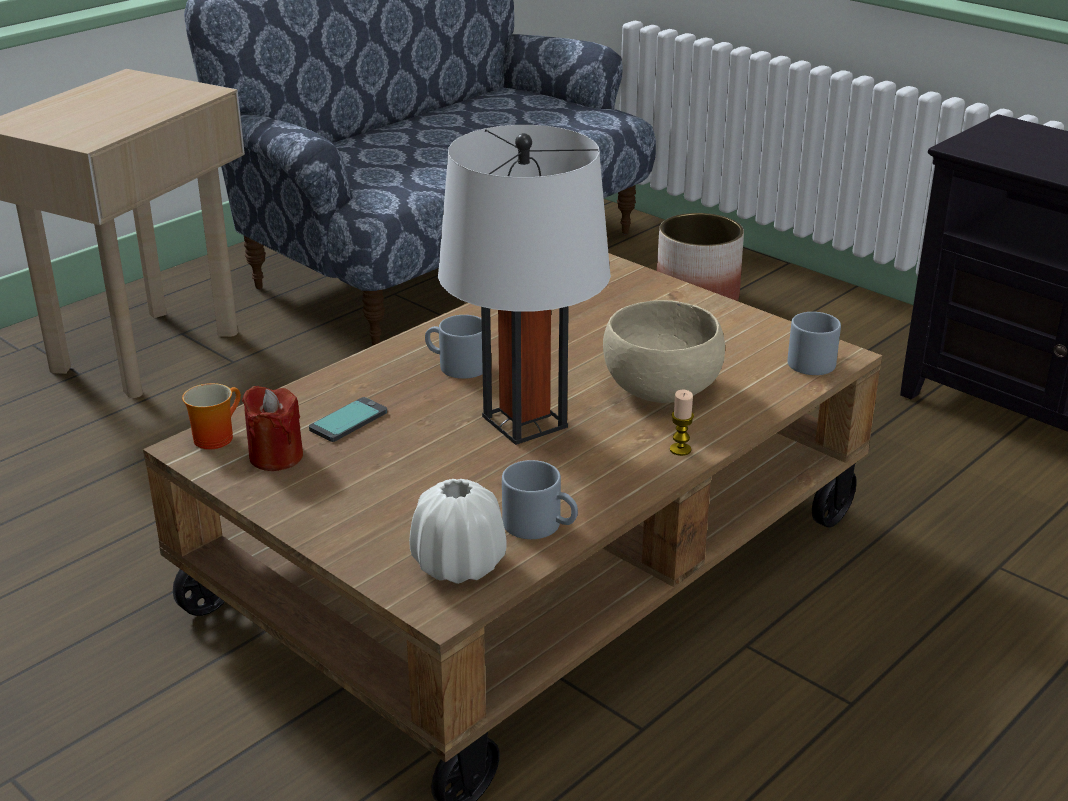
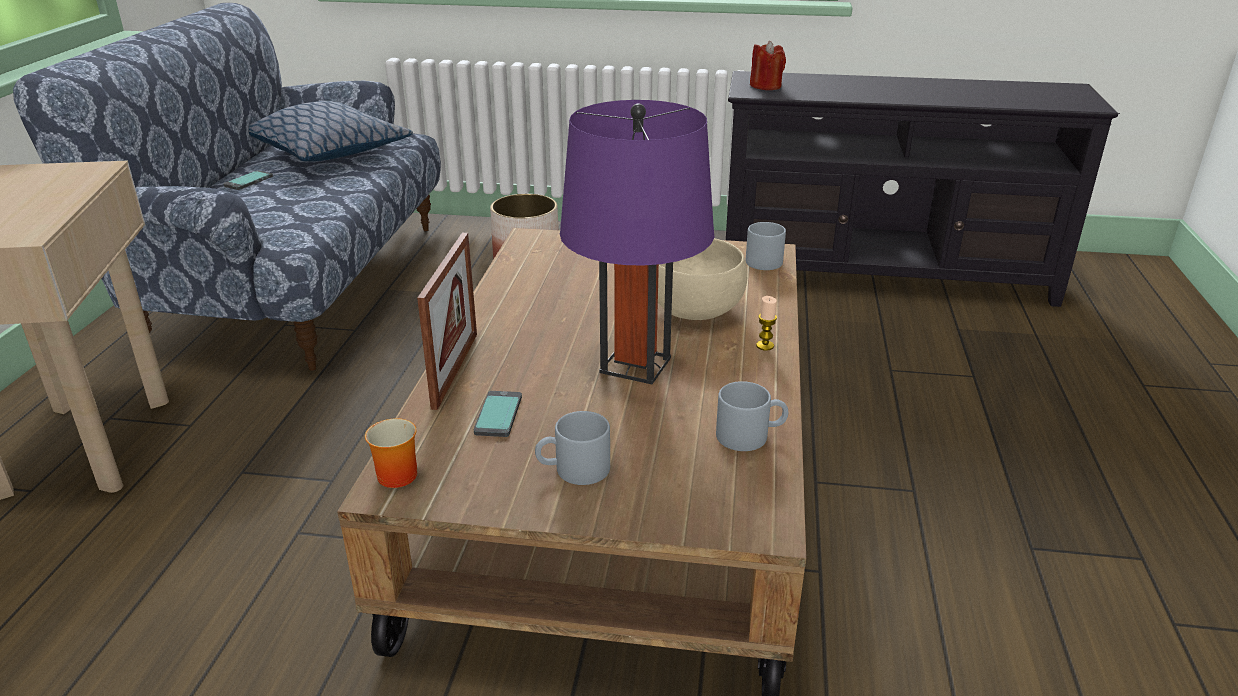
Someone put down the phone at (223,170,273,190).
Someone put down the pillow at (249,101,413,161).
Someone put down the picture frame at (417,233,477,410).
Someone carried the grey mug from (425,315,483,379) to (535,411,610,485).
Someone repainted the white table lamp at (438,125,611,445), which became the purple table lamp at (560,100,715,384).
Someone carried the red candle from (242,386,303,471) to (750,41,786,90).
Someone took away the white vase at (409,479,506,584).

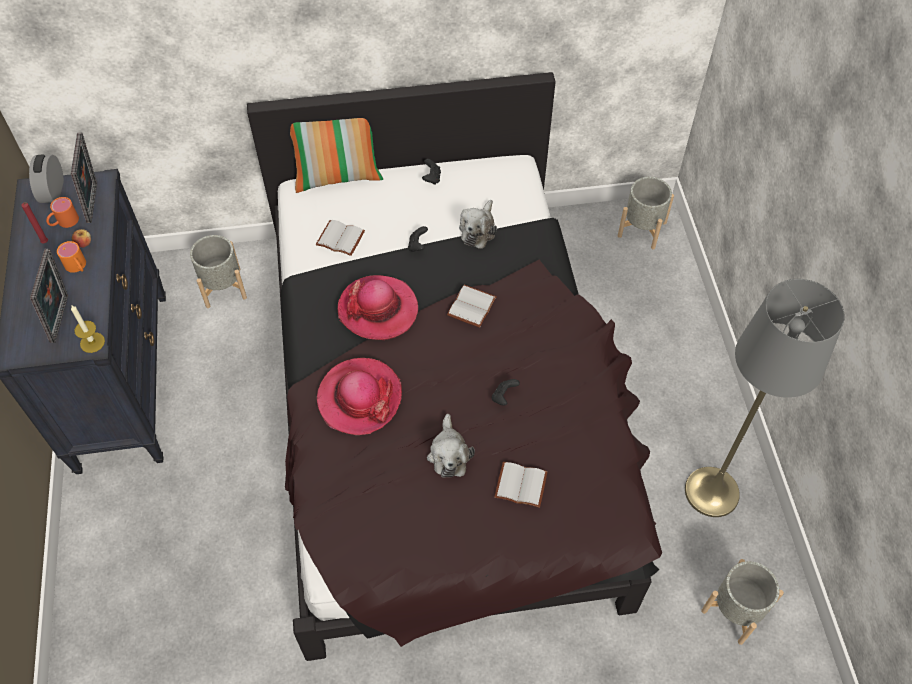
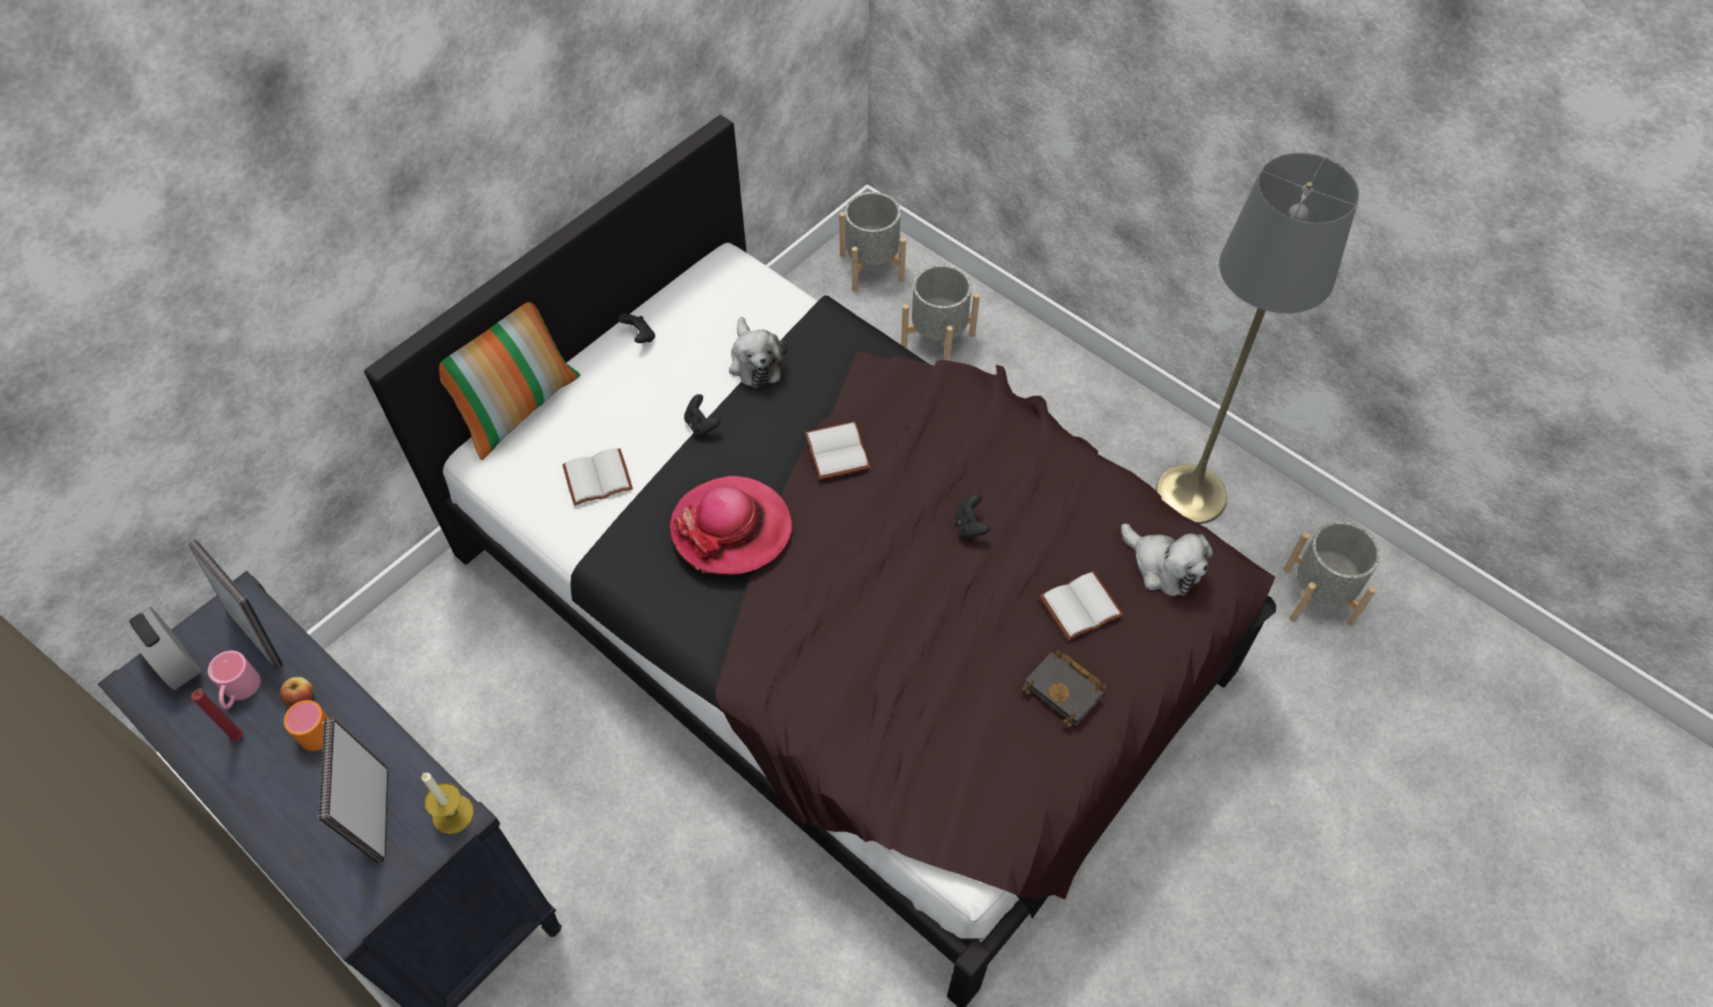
Someone repainted the orange mug at (46,197,79,228), which became the pink mug at (208,651,261,709).
Someone rotated the picture frame at (30,249,68,343) by 150 degrees counterclockwise.
Someone carried the grey planter from (190,235,247,308) to (901,265,980,361).
Someone put down the black book at (1022,650,1106,727).
Someone carried the plush toy from (427,414,475,478) to (1121,523,1213,596).
Someone took away the hat at (317,358,402,435).

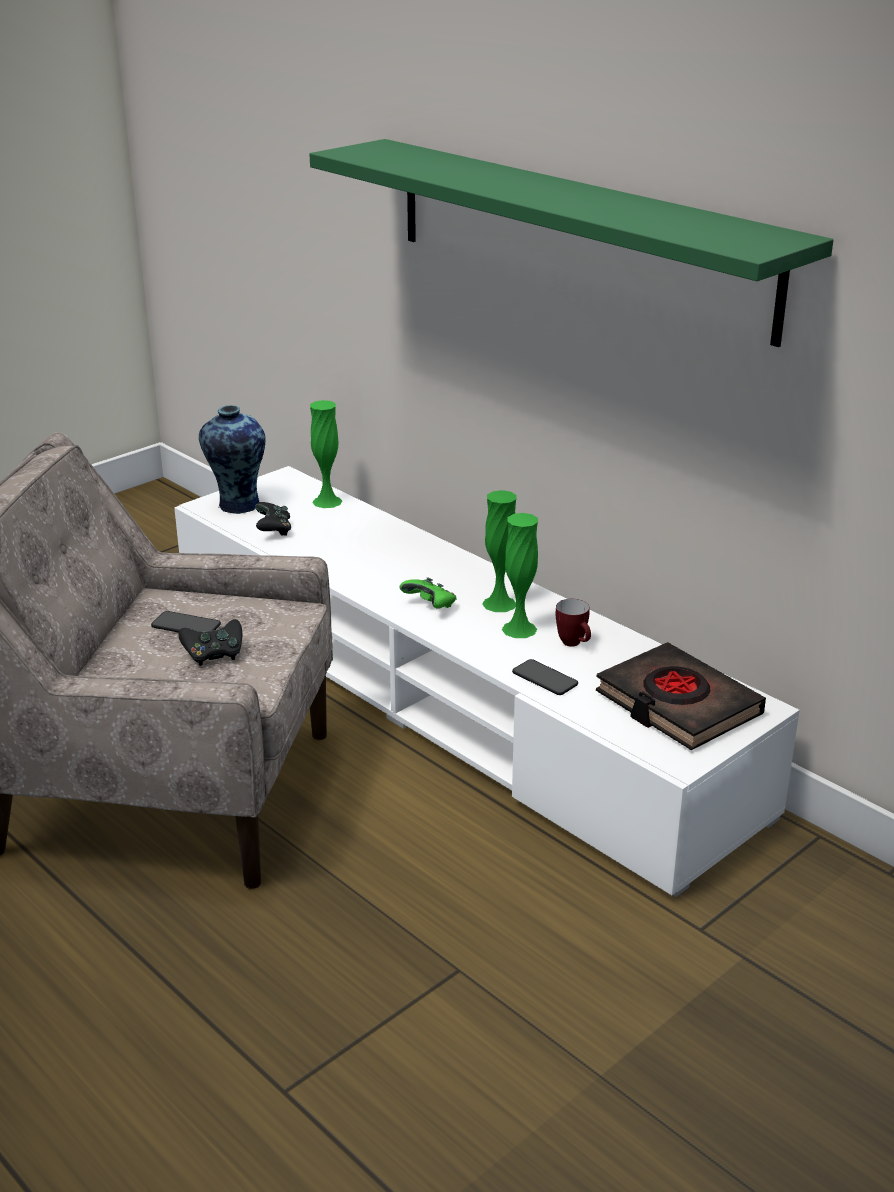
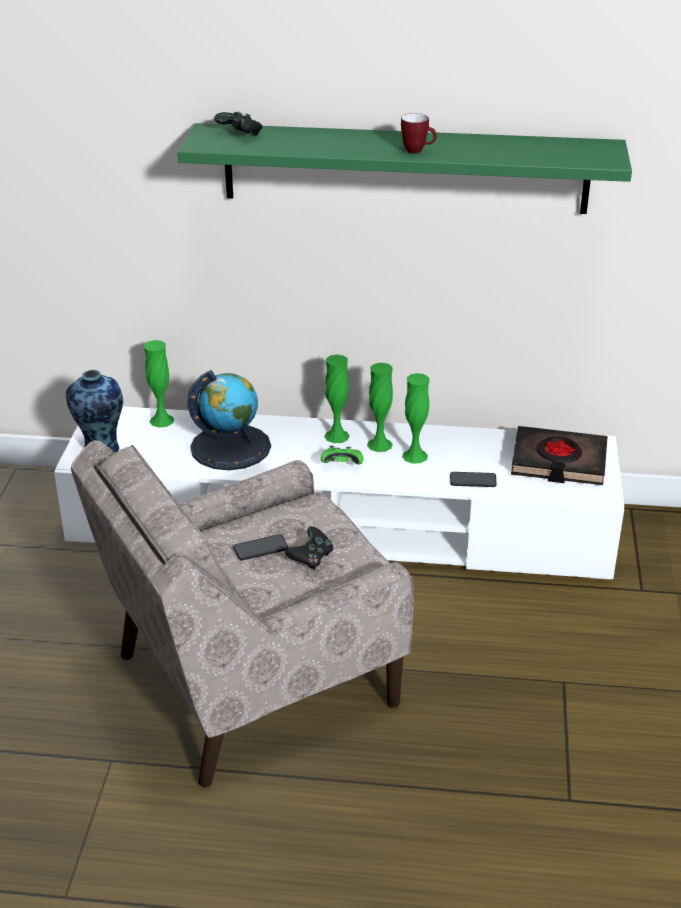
Someone put down the globe at (187,370,271,470).
Someone carried the black game controller from (255,502,291,536) to (214,112,263,136).
Someone put down the green vase at (324,355,350,443).
Someone carried the mug from (556,599,591,647) to (401,113,437,154).

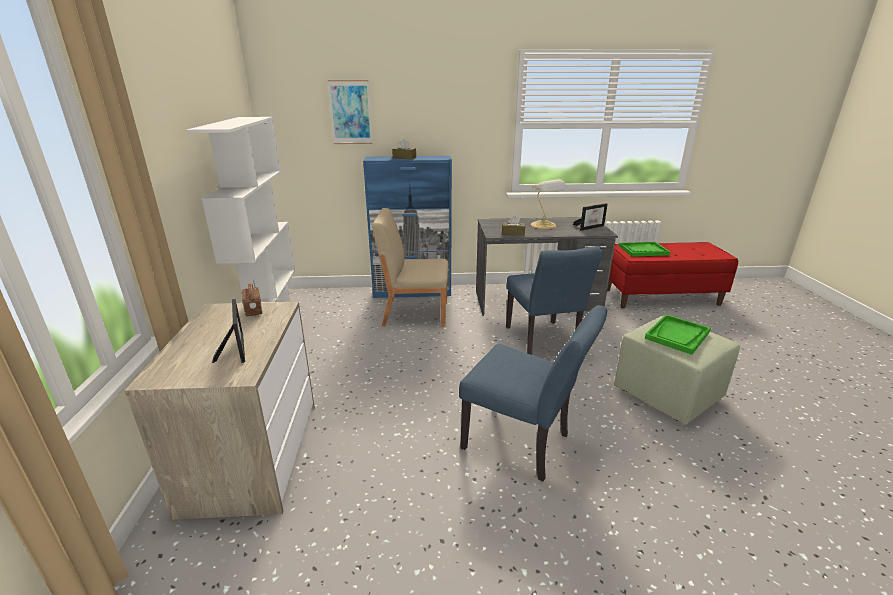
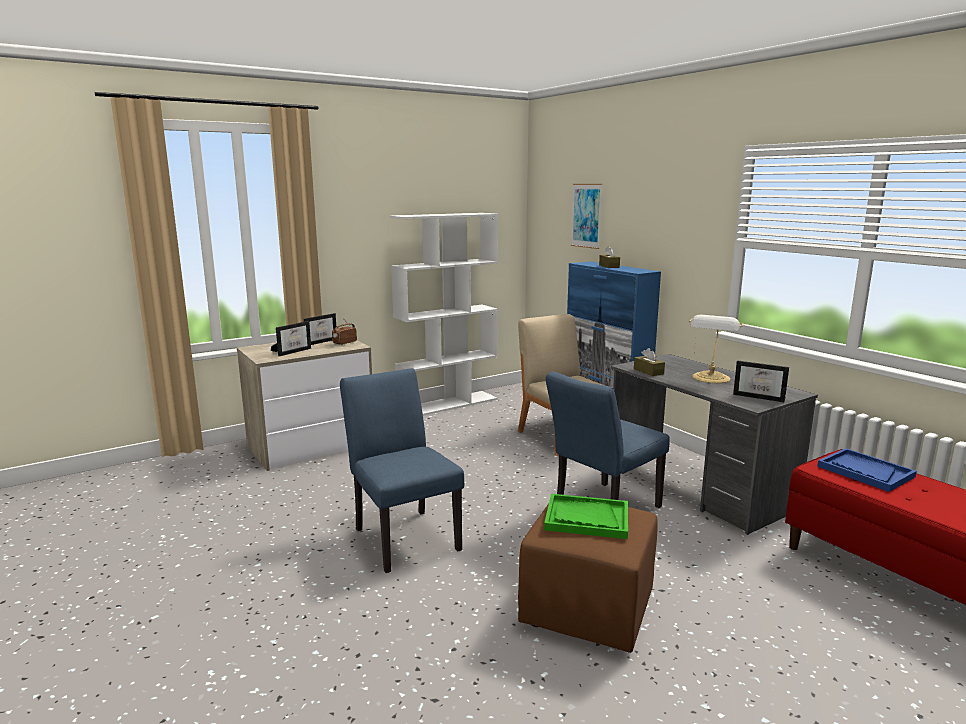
Someone put down the picture frame at (304,313,336,345).
Someone rotated the blue chair at (459,305,607,481) by 150 degrees clockwise.
Someone repainted the green ottoman at (614,316,740,425), which became the brown ottoman at (518,504,658,653).
Someone repainted the green tray at (619,242,670,257), which became the blue tray at (817,448,917,492).

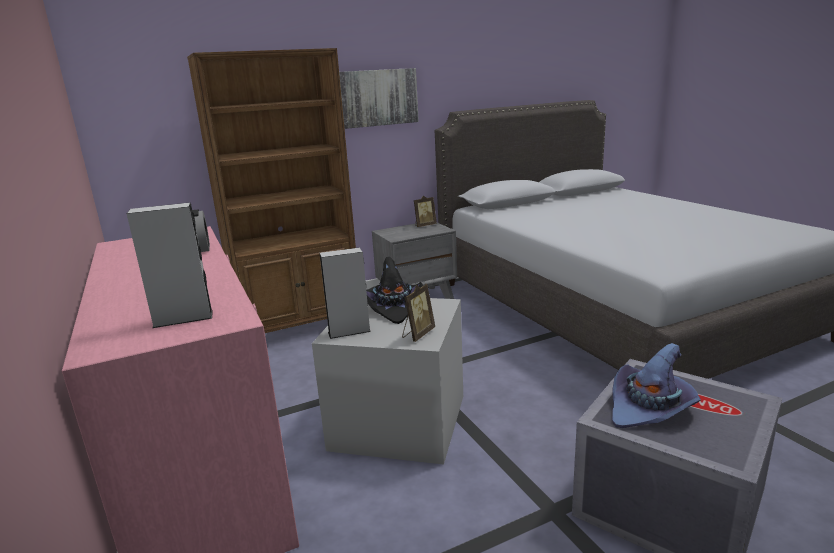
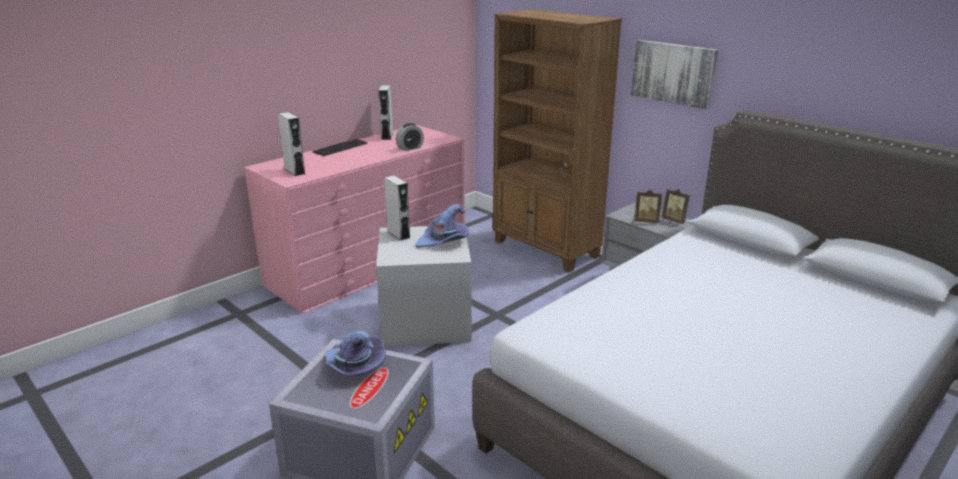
Someone put down the keyboard at (312,139,368,156).
Someone put down the grey speaker at (378,85,393,140).
Someone repainted the black hat at (366,257,423,324), which became the purple hat at (415,204,469,248).
Someone carried the picture frame from (402,284,435,342) to (634,190,662,223).

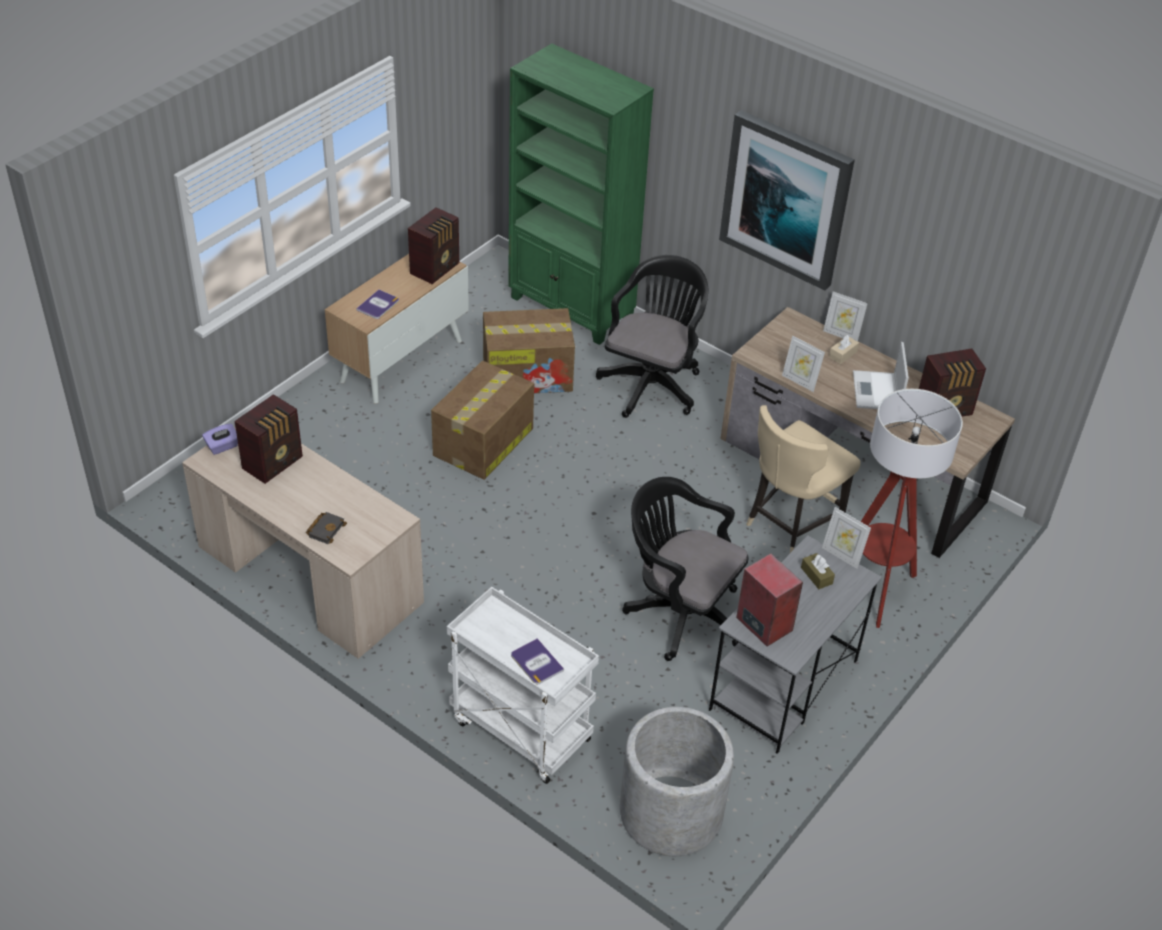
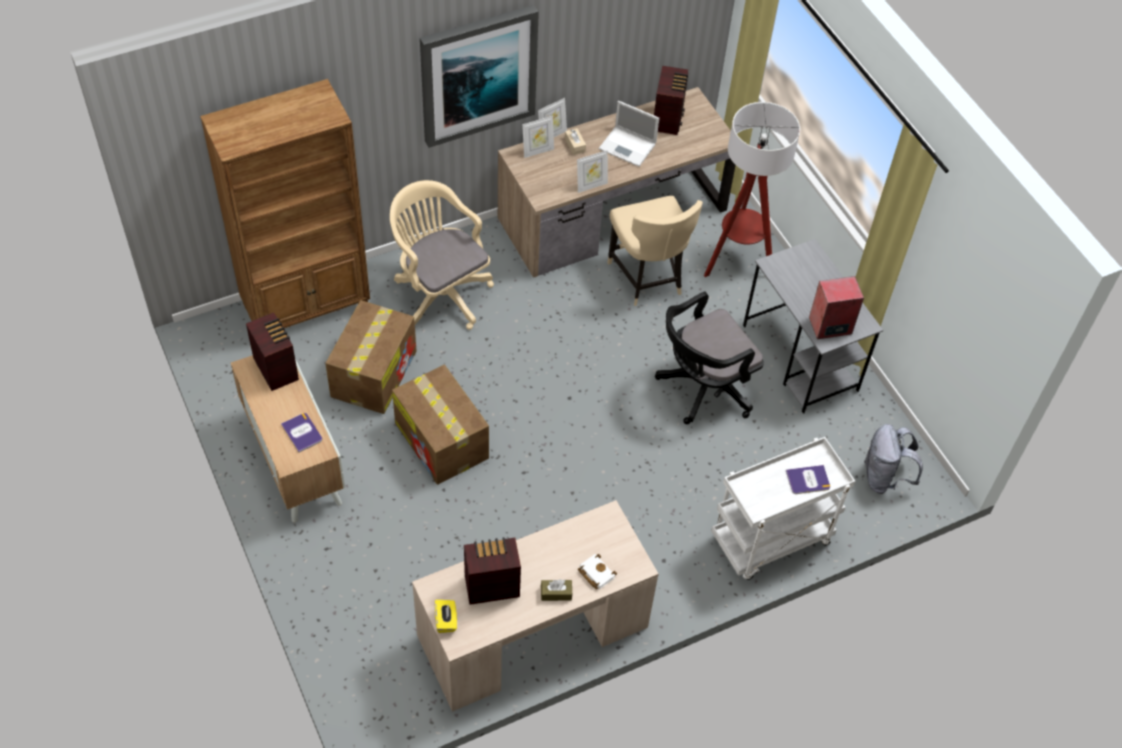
Someone repainted the green bookcase at (508,43,654,345), which became the brown bookcase at (200,79,370,328).
Someone repainted the black office chair at (596,255,708,418), which became the beige office chair at (390,180,494,330).
Someone repainted the purple tissue box at (202,424,238,455), which became the yellow tissue box at (435,600,457,633).
Someone rotated the radio at (235,394,303,484) by 75 degrees counterclockwise.
Someone carried the picture frame from (822,507,871,569) to (522,116,554,158).
Someone carried the brown tissue box from (801,553,835,589) to (541,579,572,601).
Someone repainted the black book at (306,512,347,544), which became the white book at (578,554,617,589).
Someone swapped the grey planter at (620,707,734,856) for the grey backpack at (864,424,923,494).

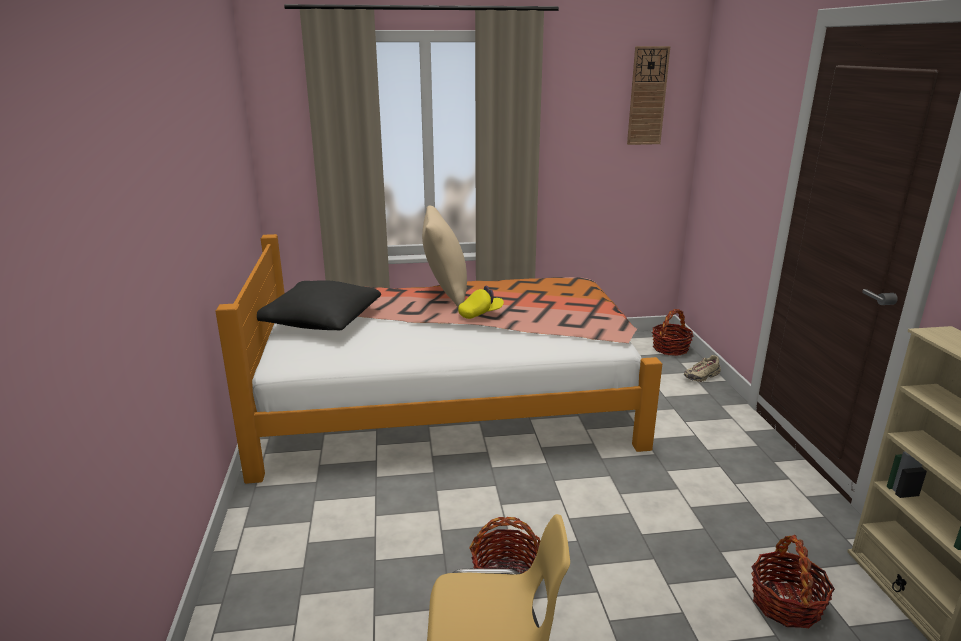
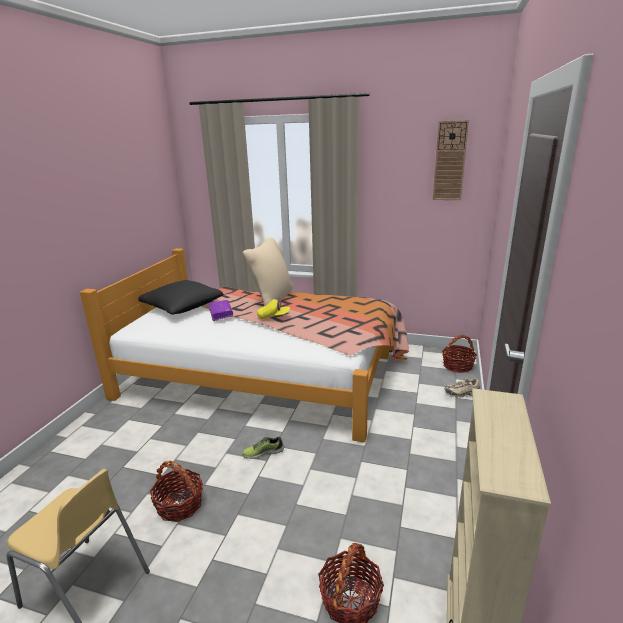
Someone put down the purple book at (208,300,233,321).
Someone put down the shoe at (242,437,284,459).

